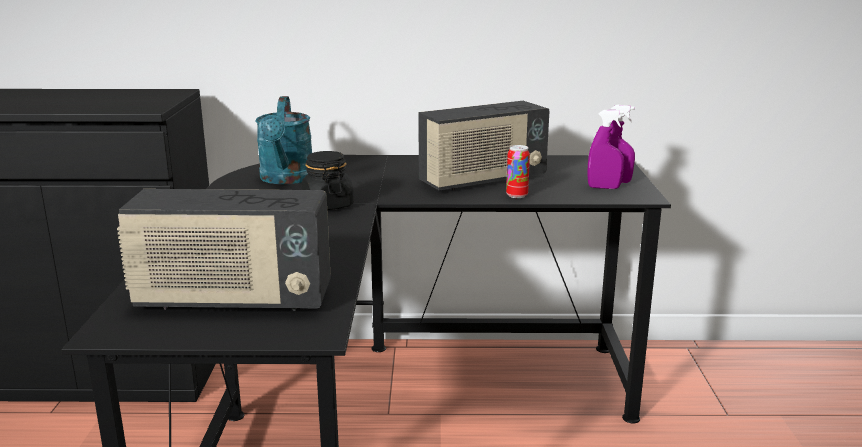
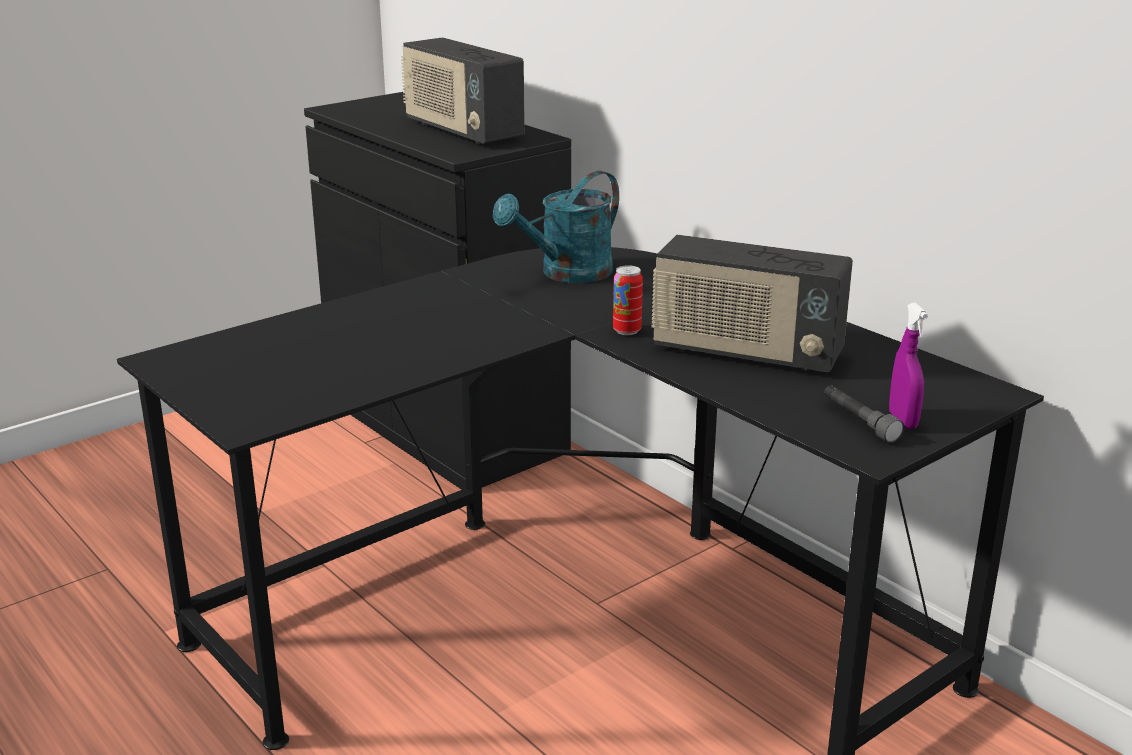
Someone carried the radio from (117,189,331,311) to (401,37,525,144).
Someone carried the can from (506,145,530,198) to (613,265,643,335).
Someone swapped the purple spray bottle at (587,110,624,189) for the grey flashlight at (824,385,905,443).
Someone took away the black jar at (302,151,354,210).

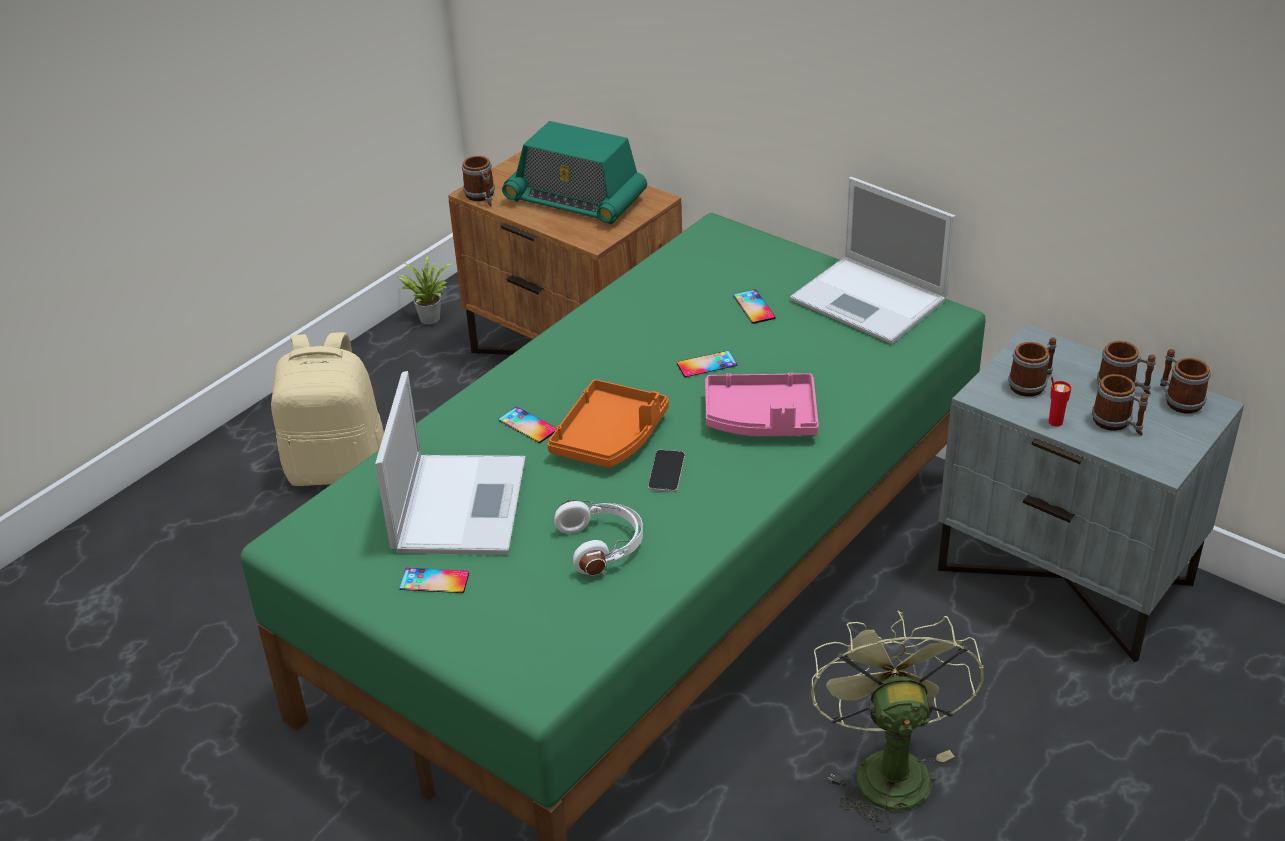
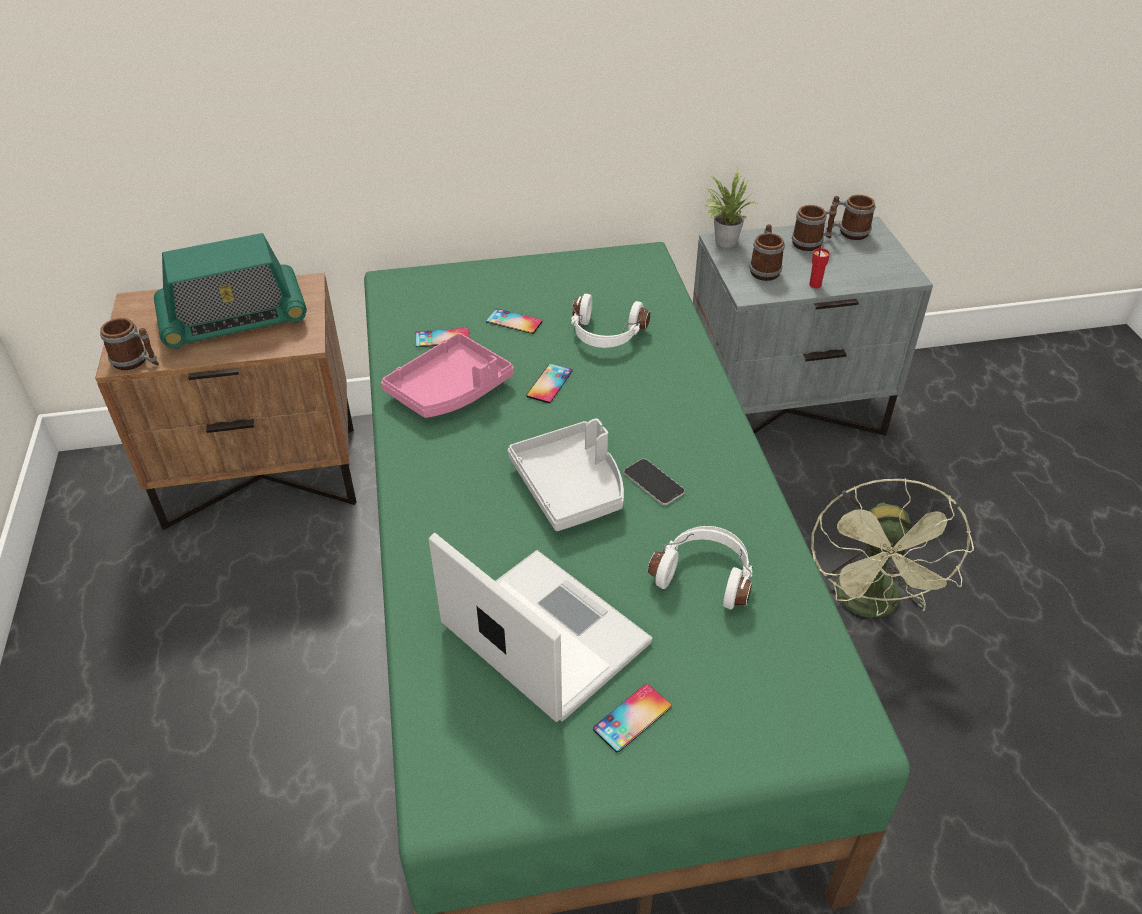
Someone carried the pink tray from (705,373,819,436) to (381,333,514,418).
Someone carried the phone from (498,407,556,443) to (415,328,469,347).
Someone repainted the orange tray at (547,379,669,468), which became the grey tray at (508,418,624,531).
Someone put down the white headphones at (571,294,650,348).
Someone carried the potted plant from (397,256,452,324) to (703,169,756,247).
Someone rotated the green fan at (811,611,984,831) by 120 degrees counterclockwise.
Someone took away the beige backpack at (271,332,384,486).
Someone took away the laptop at (790,177,956,344).
Someone took away the mug at (1092,374,1148,435).

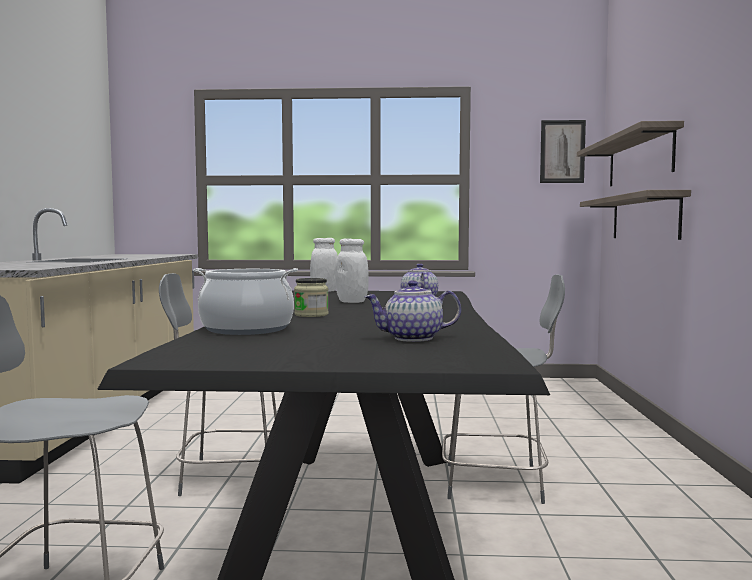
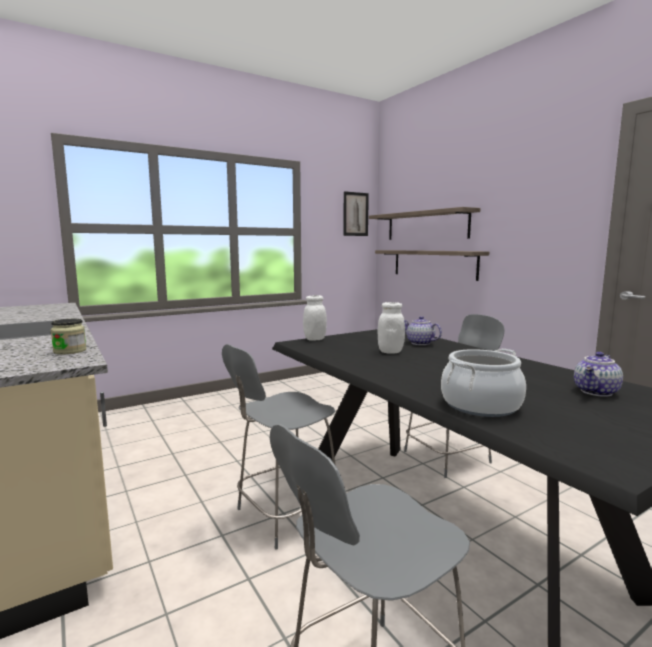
Someone carried the jar from (294,278,329,317) to (51,319,87,354).

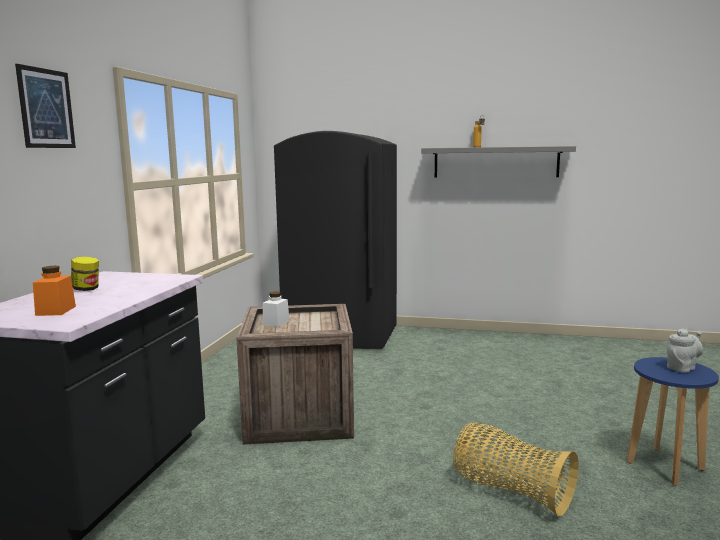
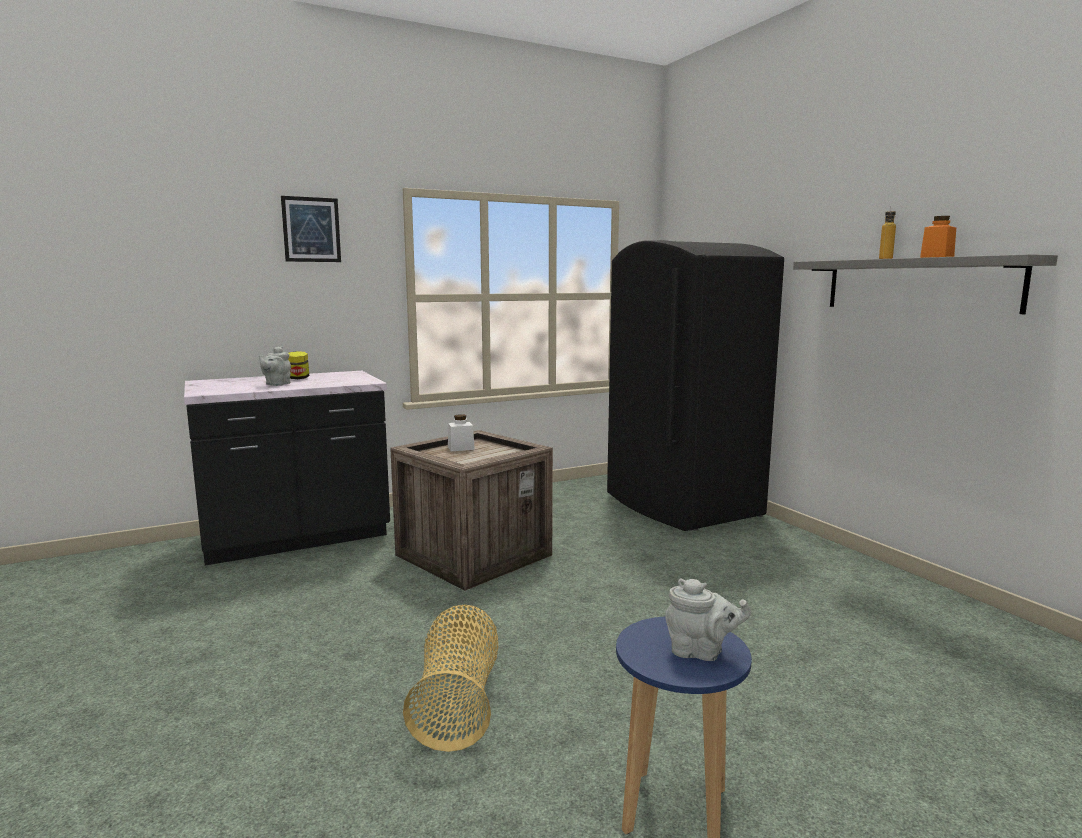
Someone put down the grey teapot at (259,346,291,386).
Someone carried the orange jar from (33,266,76,316) to (920,216,956,258).

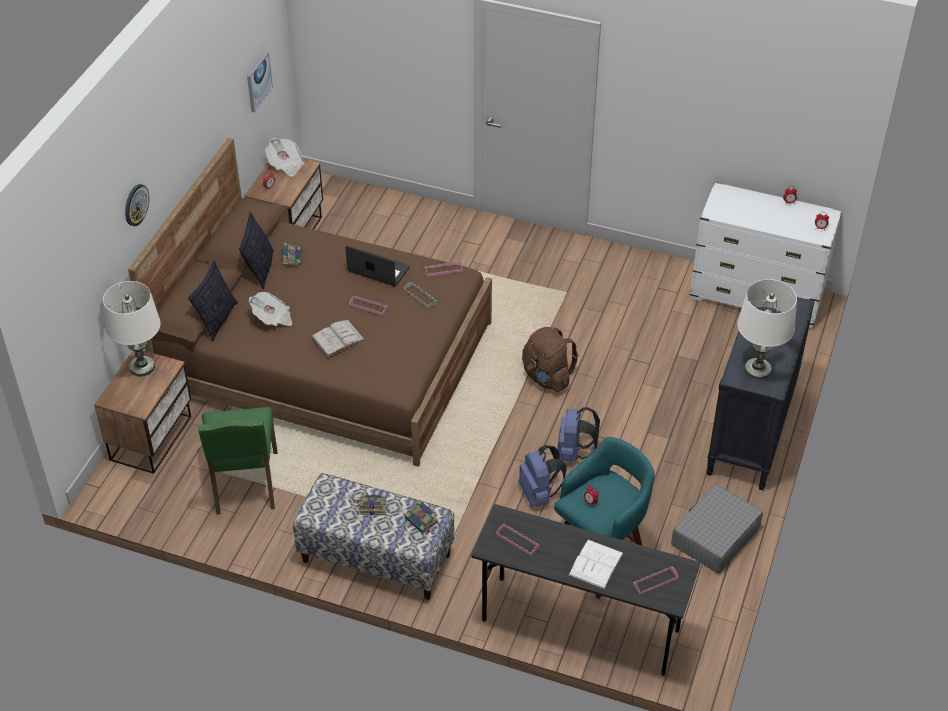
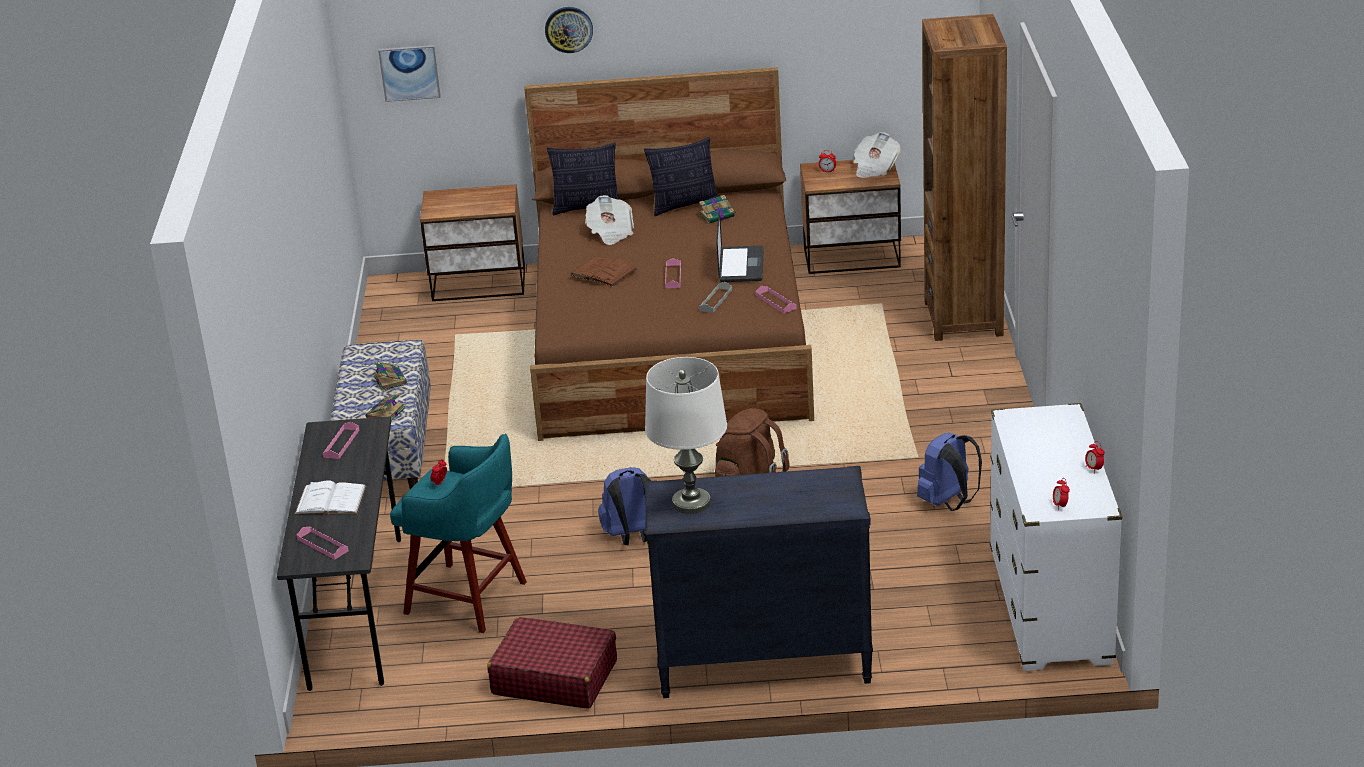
Someone carried the picture from (247,52,273,112) to (378,45,441,102).
Someone repainted the grey suitcase at (671,484,763,573), which became the red suitcase at (487,617,617,709).
Someone repainted the white book at (311,320,365,357), which became the brown book at (570,256,637,287).
Someone carried the blue backpack from (518,445,567,507) to (917,433,982,511).
Someone put down the brown bookcase at (922,14,1007,341).
Someone took away the white table lamp at (103,281,161,376).
Someone took away the green chair at (198,407,278,515).

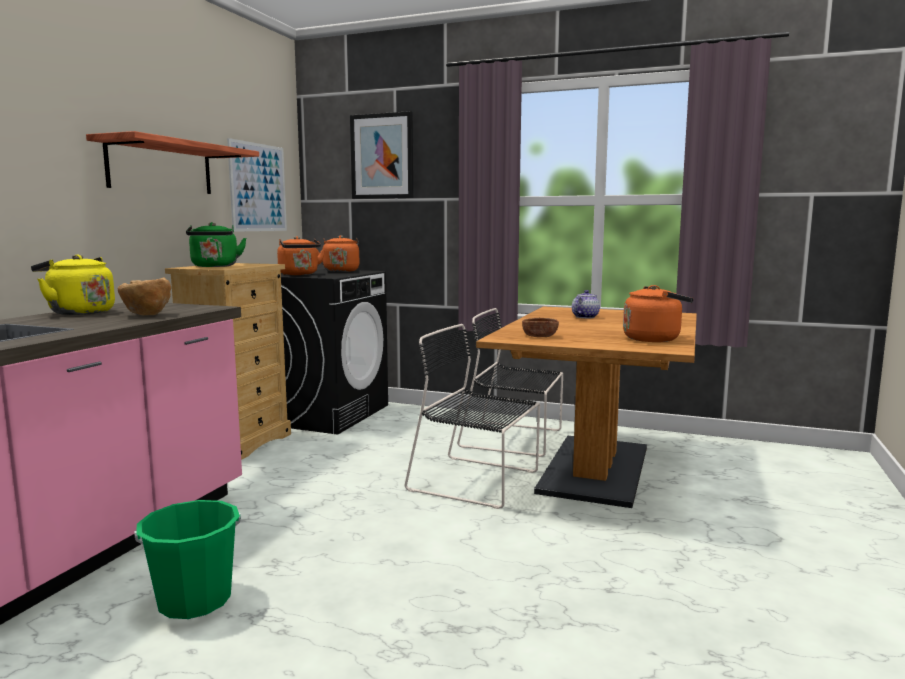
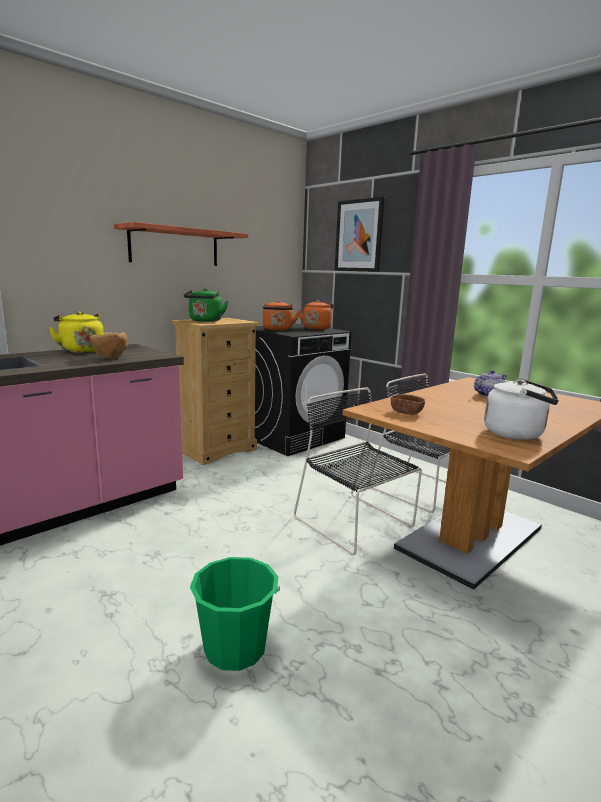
Someone carried the green bucket from (134,500,241,619) to (190,557,280,671).
Someone repainted the orange kettle at (623,285,694,342), which became the white kettle at (484,378,559,440).
Someone took away the picture at (227,138,287,232).

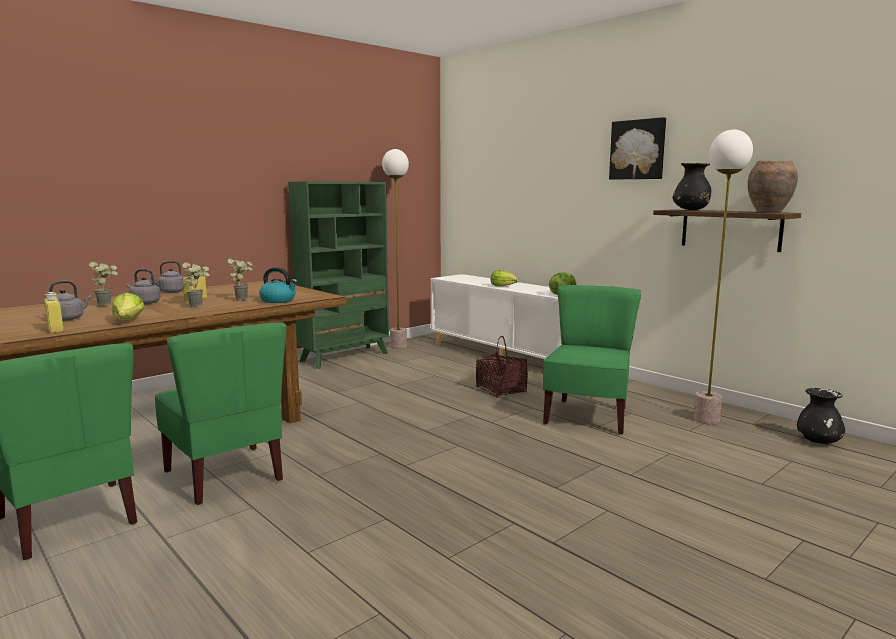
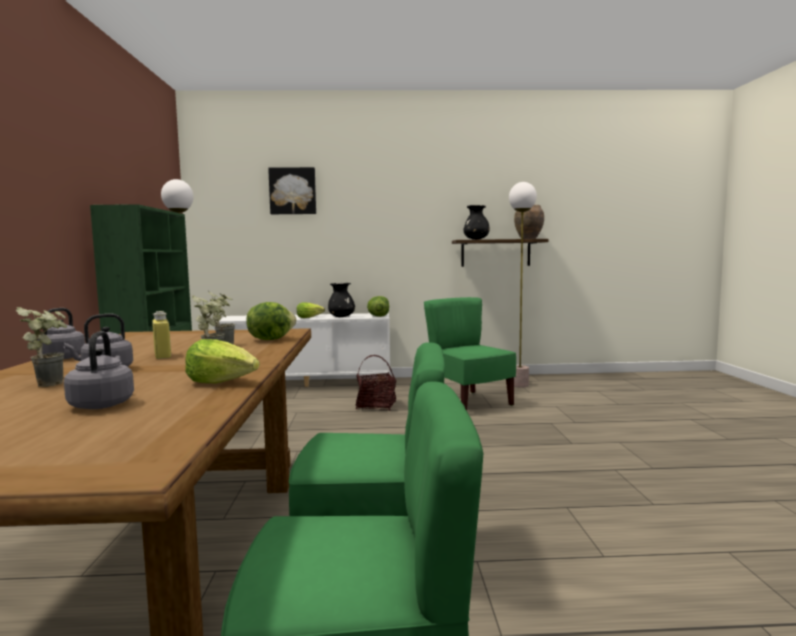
Someone swapped the kettle at (259,267,298,303) for the lettuce at (246,302,296,340).
Someone carried the picture from (609,117,666,180) to (268,167,316,214).
Someone carried the black vase from (797,388,845,444) to (328,283,355,317).
Someone took away the yellow bottle at (44,292,63,333).

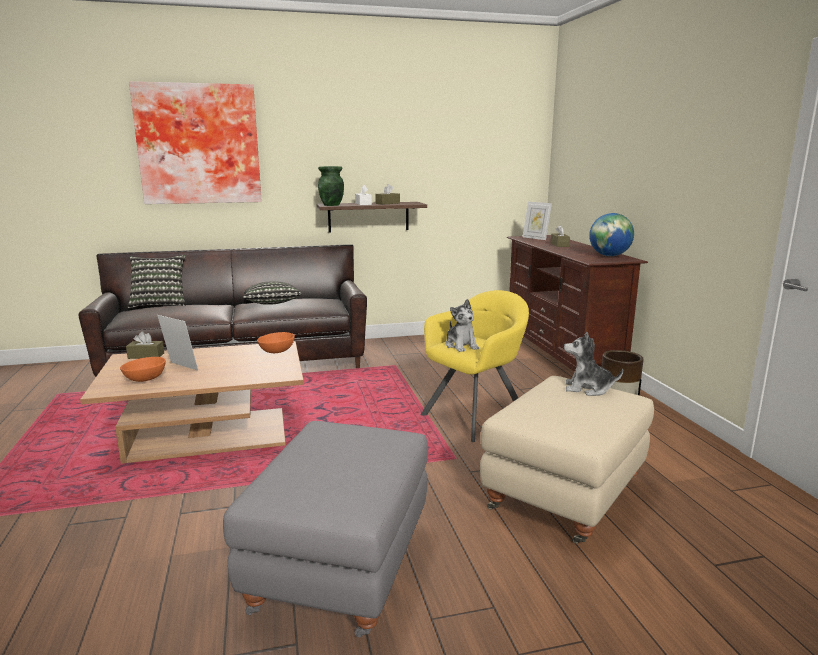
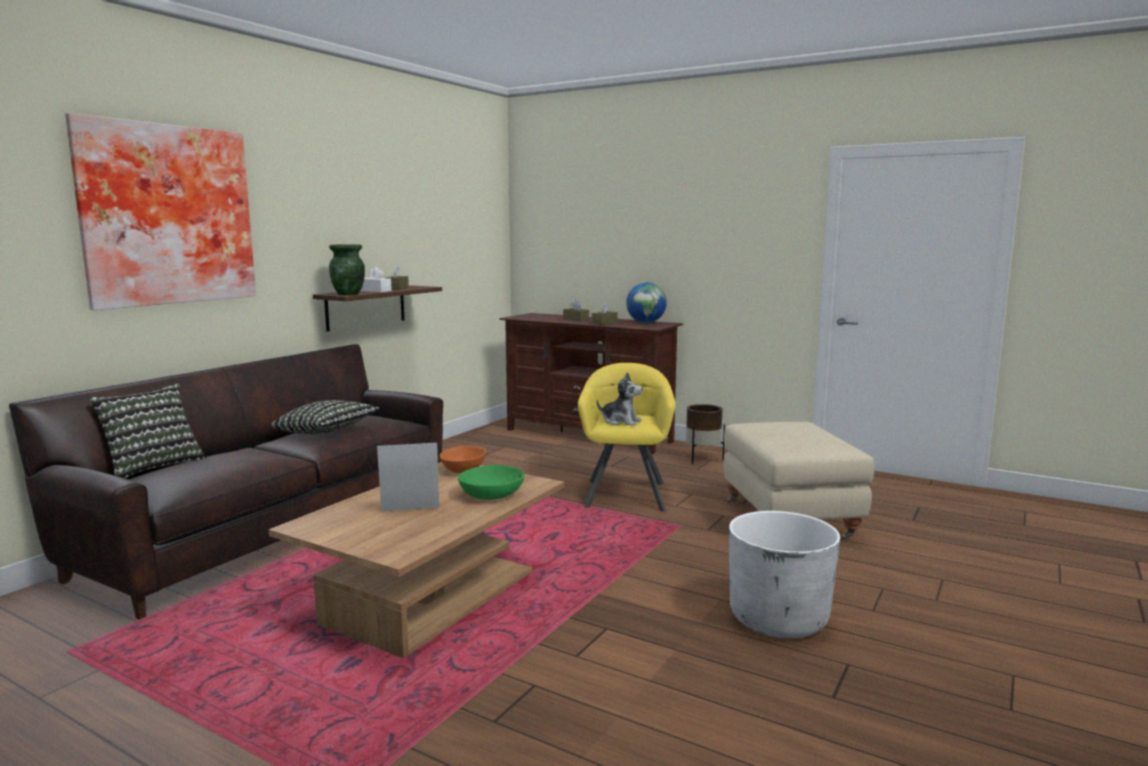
Someone put down the green bowl at (458,465,524,500).
Someone carried the brown tissue box from (126,331,164,359) to (592,302,618,325).
Someone swapped the grey ottoman at (223,421,428,637) for the white planter at (729,511,840,638).
Someone took away the orange bowl at (120,357,166,382).
Someone took away the picture frame at (523,202,552,240).
Someone took away the plush toy at (564,332,623,396).

